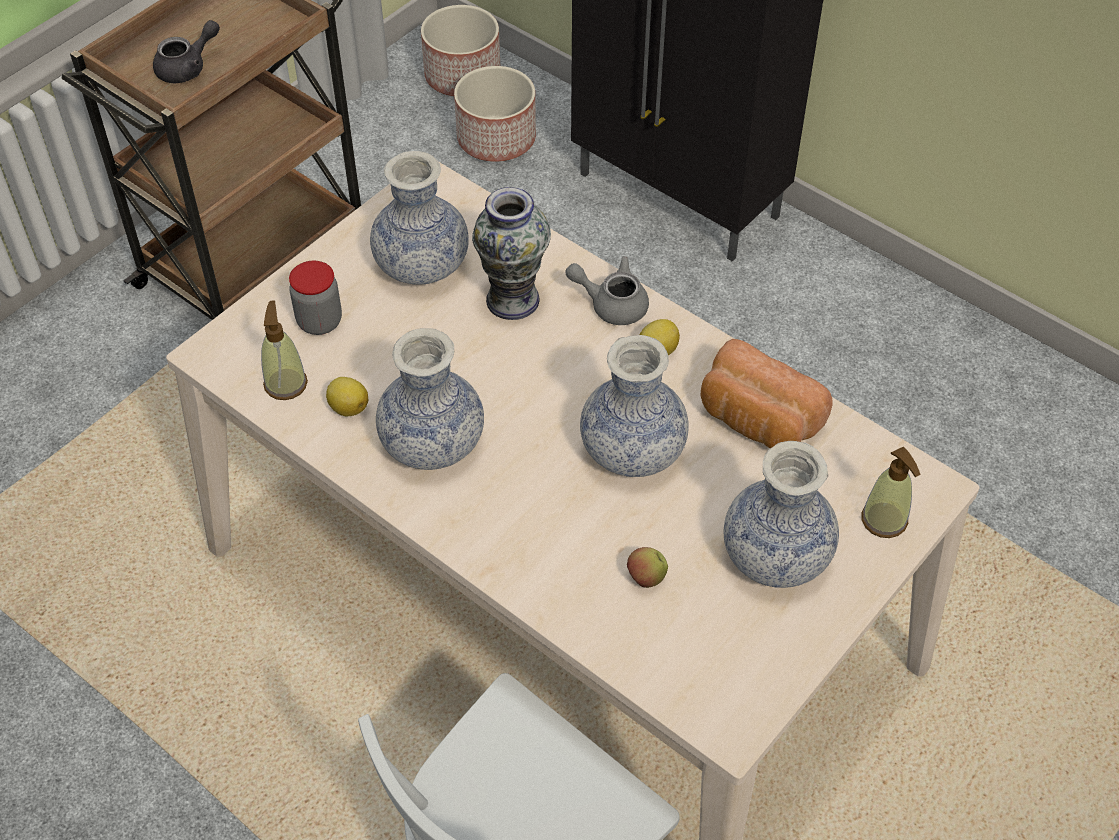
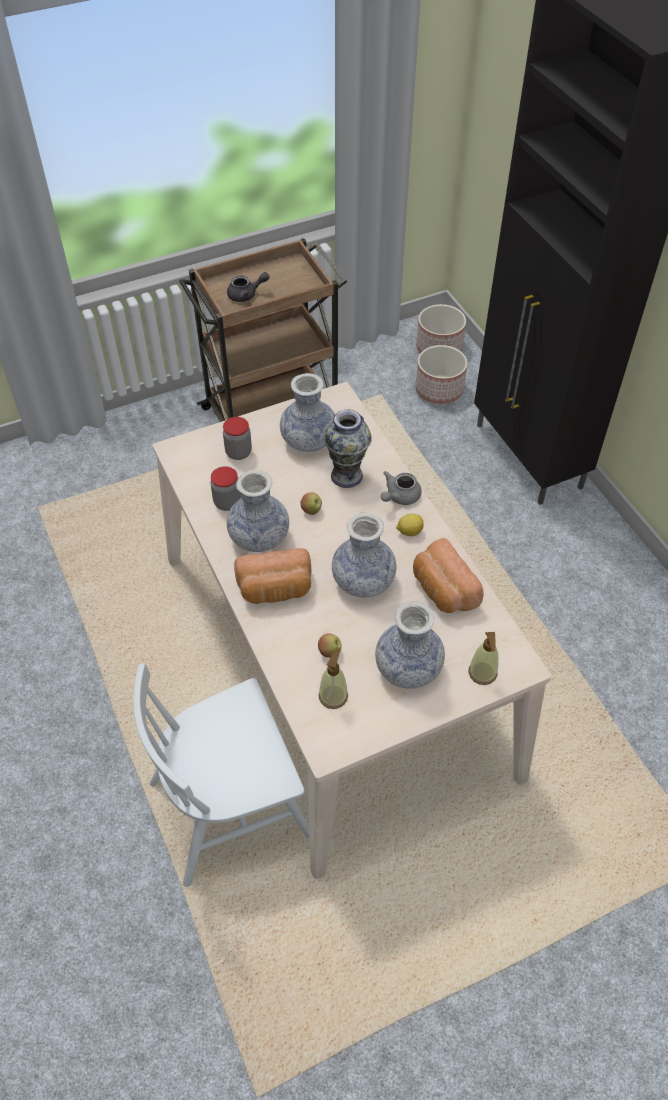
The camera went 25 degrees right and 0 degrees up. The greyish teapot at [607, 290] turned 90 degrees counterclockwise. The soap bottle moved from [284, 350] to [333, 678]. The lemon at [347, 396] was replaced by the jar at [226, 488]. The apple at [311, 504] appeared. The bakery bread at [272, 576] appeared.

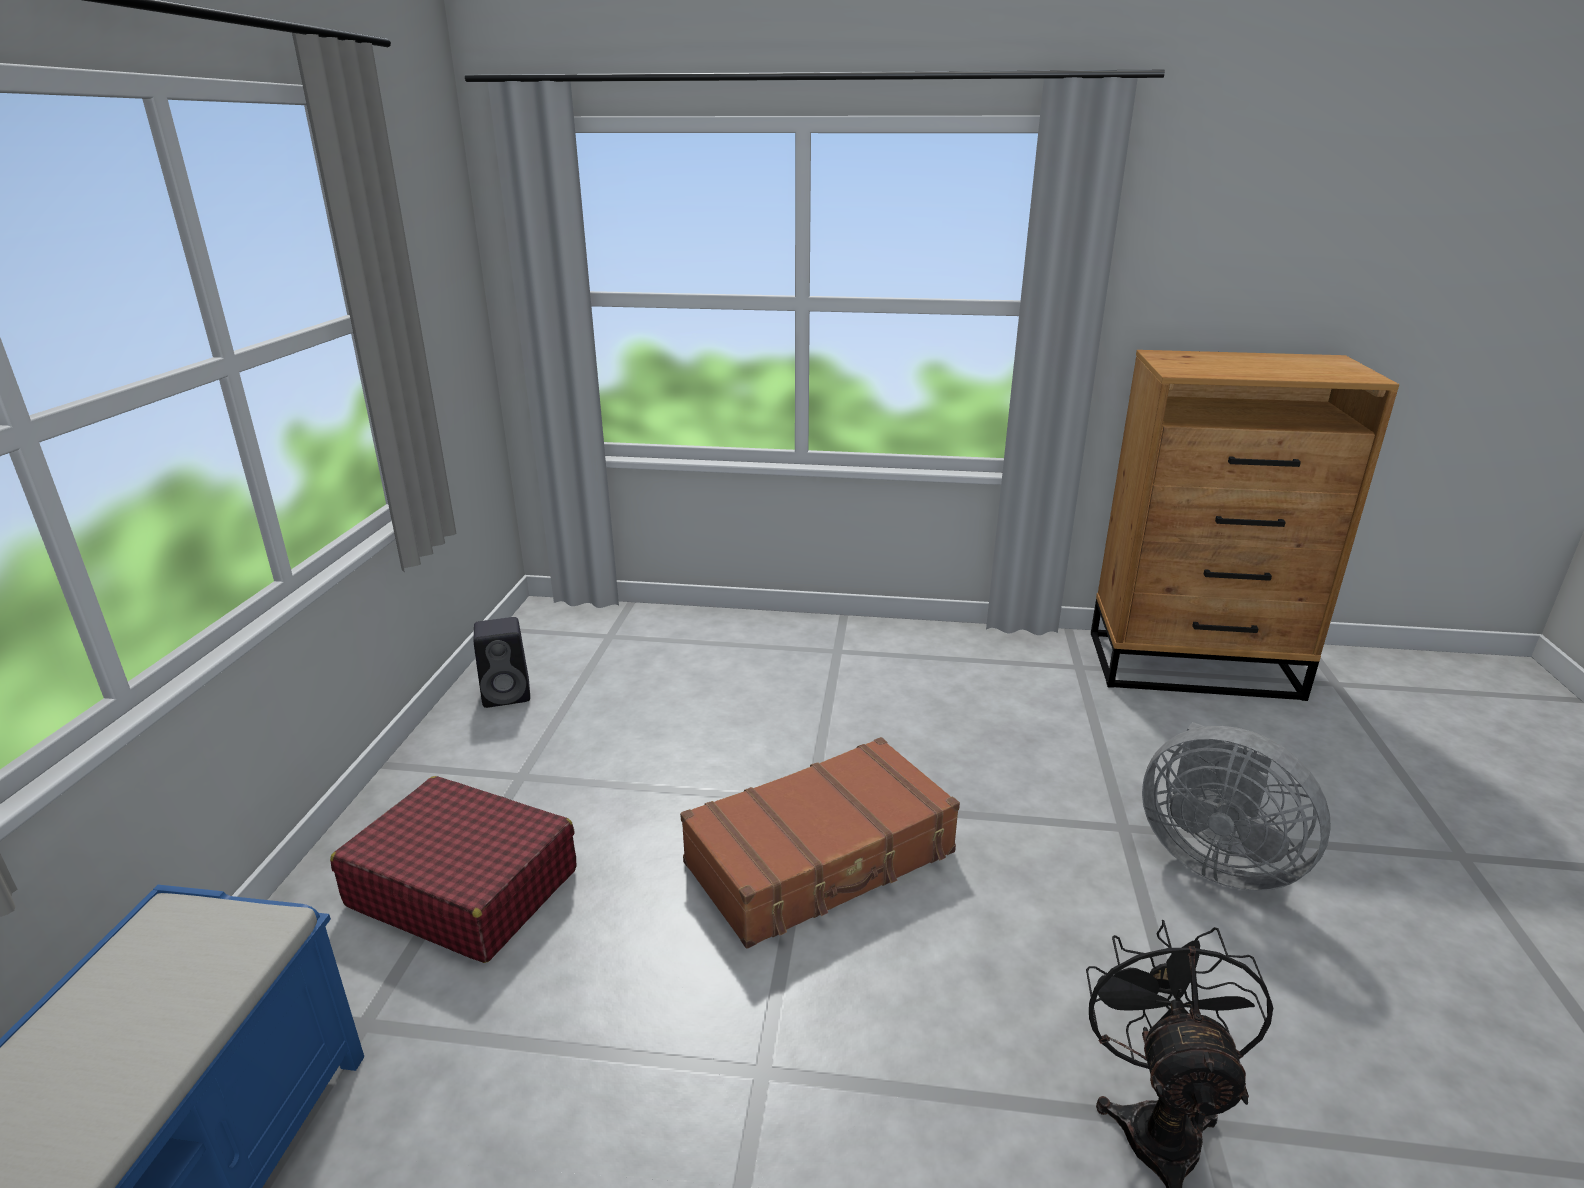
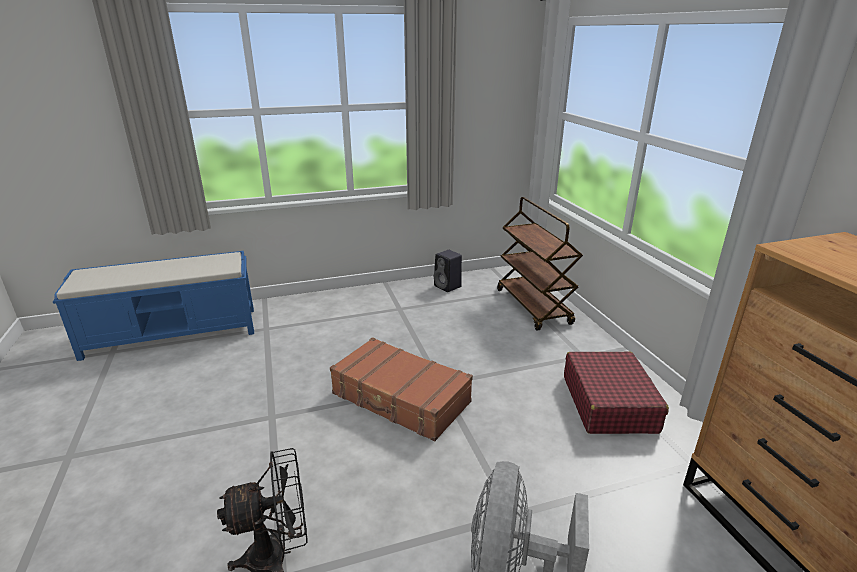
The camera went 65 degrees right and 0 degrees up. The red suitcase moved from [453, 869] to [616, 392]. The brown-coloured trolley at [540, 264] appeared.

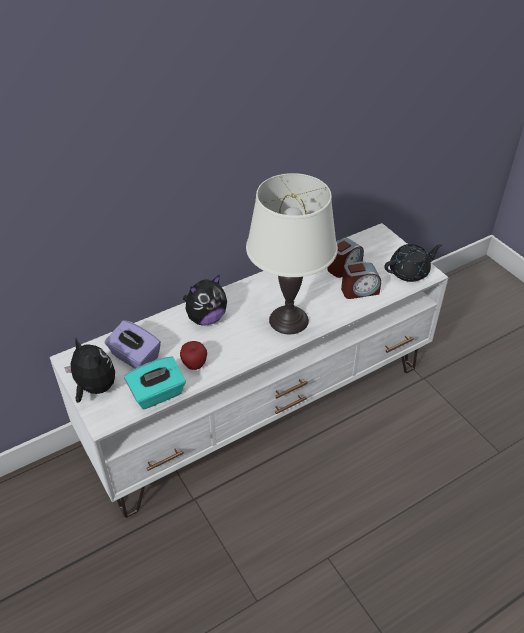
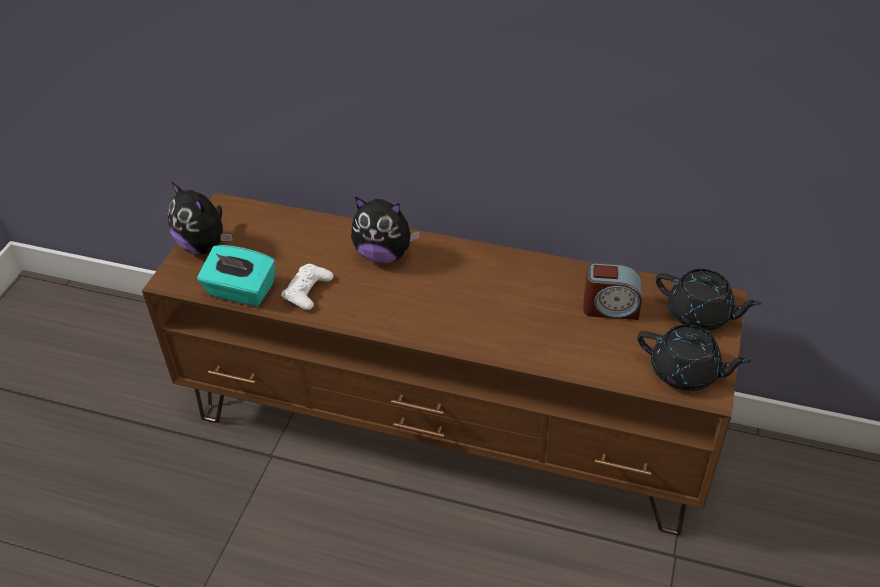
The camera went 50 degrees right and 0 degrees up. The whitish tabletop lamp at [292, 253] disappeared. The whitish tv unit at [249, 370] became the brown-coloured tv unit at [444, 364]. The table clock at [361, 280] disappeared. The purplish box of tissues at [132, 344] disappeared. The plush toy at [89, 370] turned 135 degrees clockwise. The apple at [193, 355] was replaced by the whitish gamepad at [307, 287]. The black-coloured teapot at [709, 299] appeared.

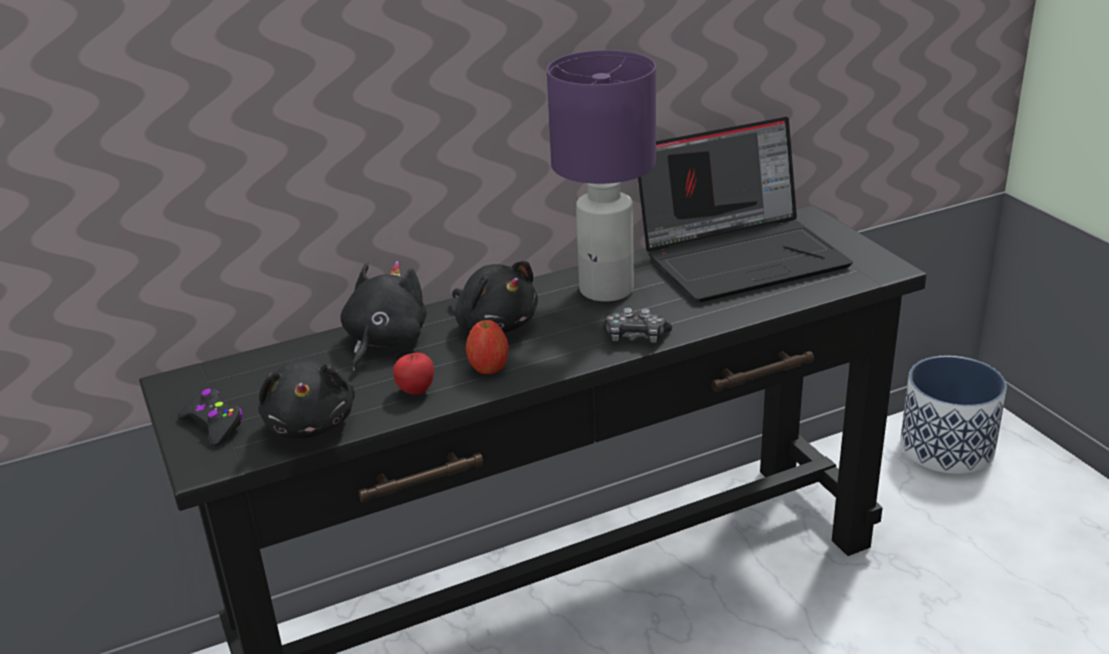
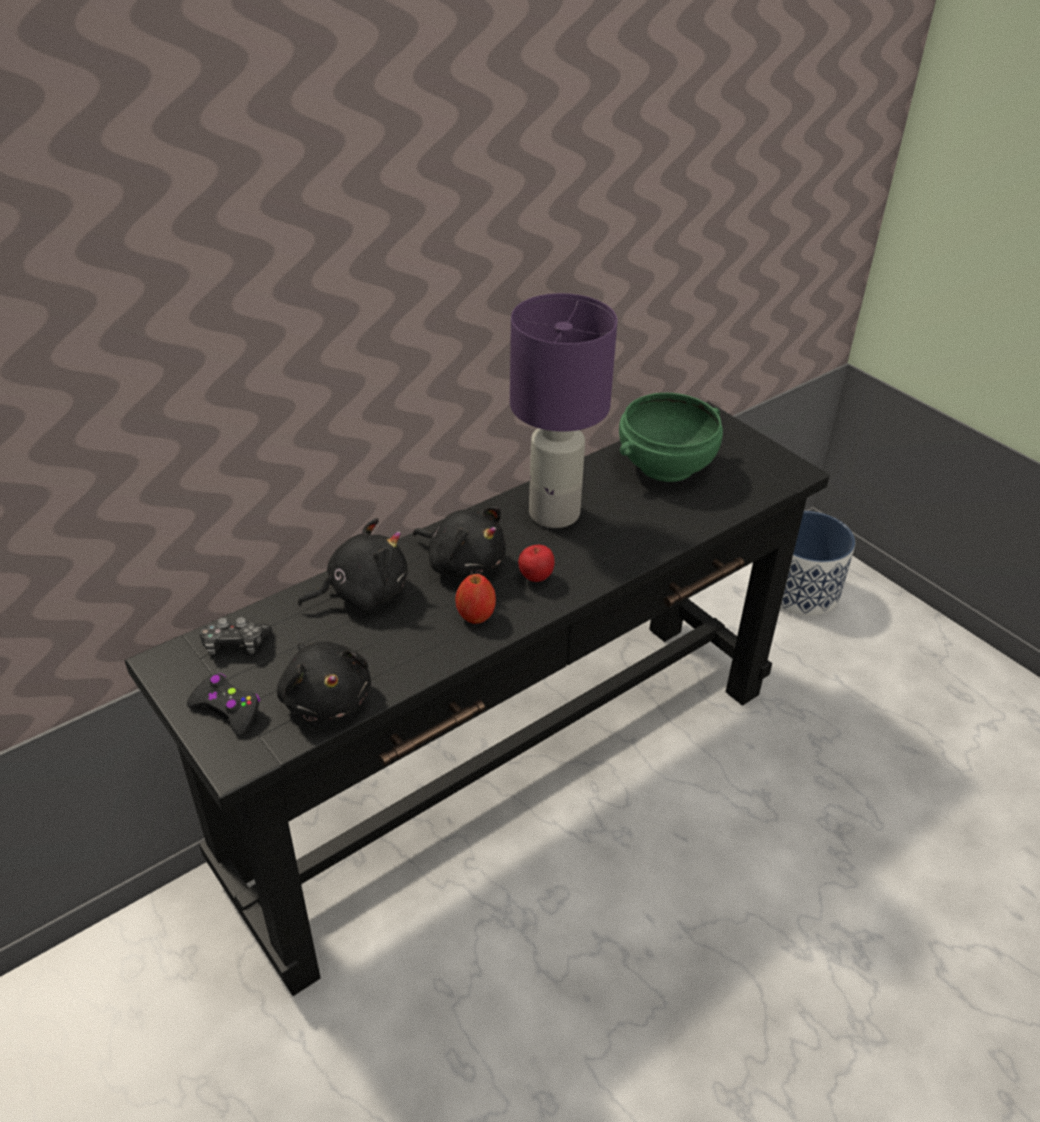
The camera went 15 degrees left and 10 degrees up. The portable computer at [745, 209] was replaced by the greenish serving bowl at [671, 437]. The black-coloured plush toy at [383, 316] turned 60 degrees clockwise. The gamepad moved from [637, 325] to [236, 636]. The apple moved from [413, 374] to [536, 563].

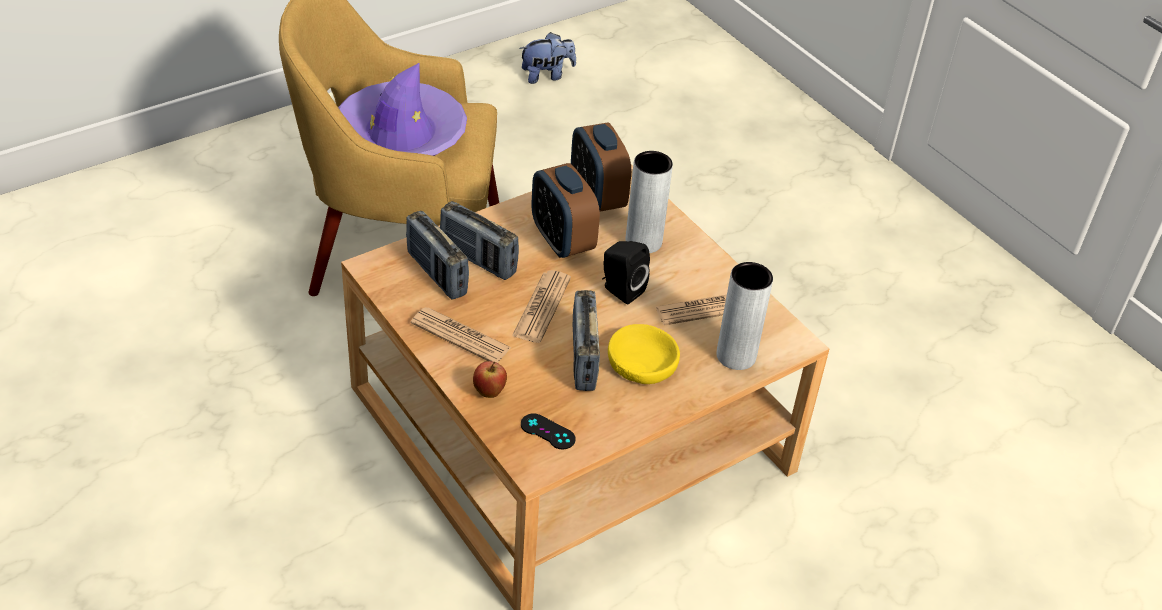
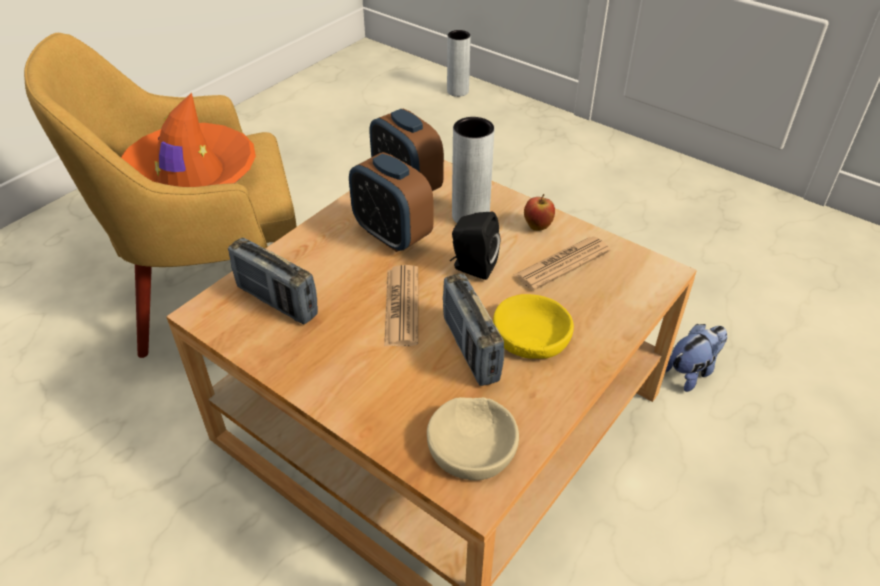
The camera went 15 degrees left and 0 degrees up. The plush toy moved from [547, 58] to [696, 358]. The purplish wearable hat at [402, 109] became the orange wearable hat at [188, 140]. The radio set at [479, 240] disappeared. The greyish decorative vase moved from [744, 316] to [459, 63]. The daily paper at [461, 335] disappeared. The apple moved from [490, 379] to [539, 212]. The black-coloured gamepad at [548, 431] was replaced by the beige-coloured serving bowl at [473, 438].

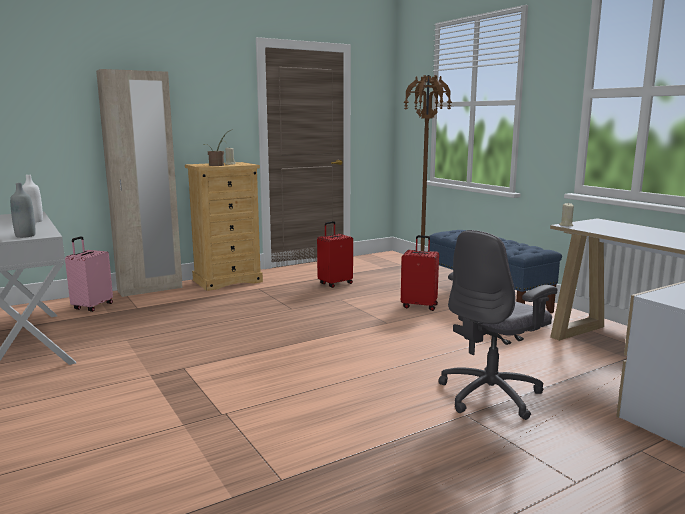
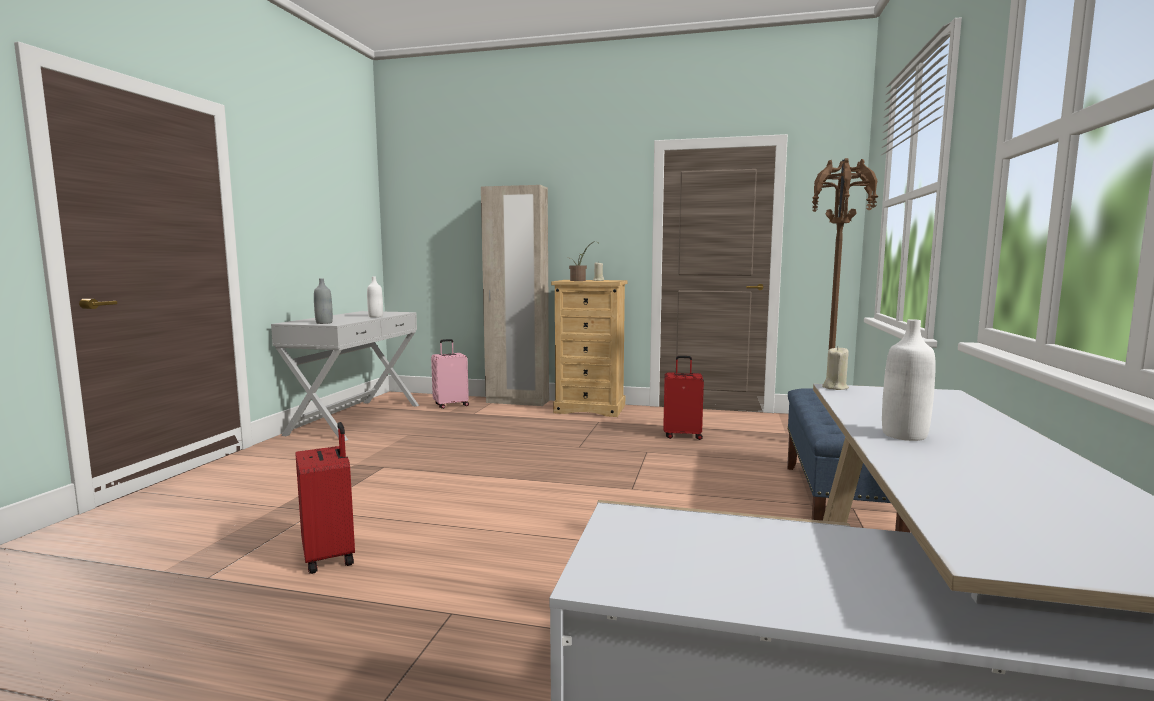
The camera went 45 degrees right and 5 degrees down. The greyish computer chair at [497, 325] disappeared. The red suitcase moved from [420, 273] to [325, 498]. The whitish bottle at [909, 380] appeared.

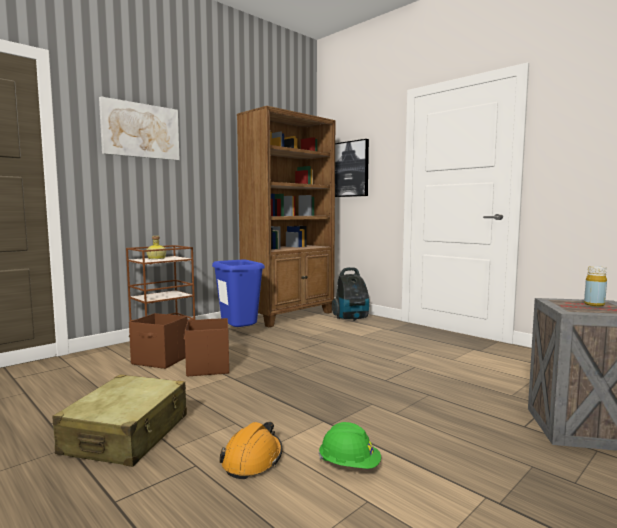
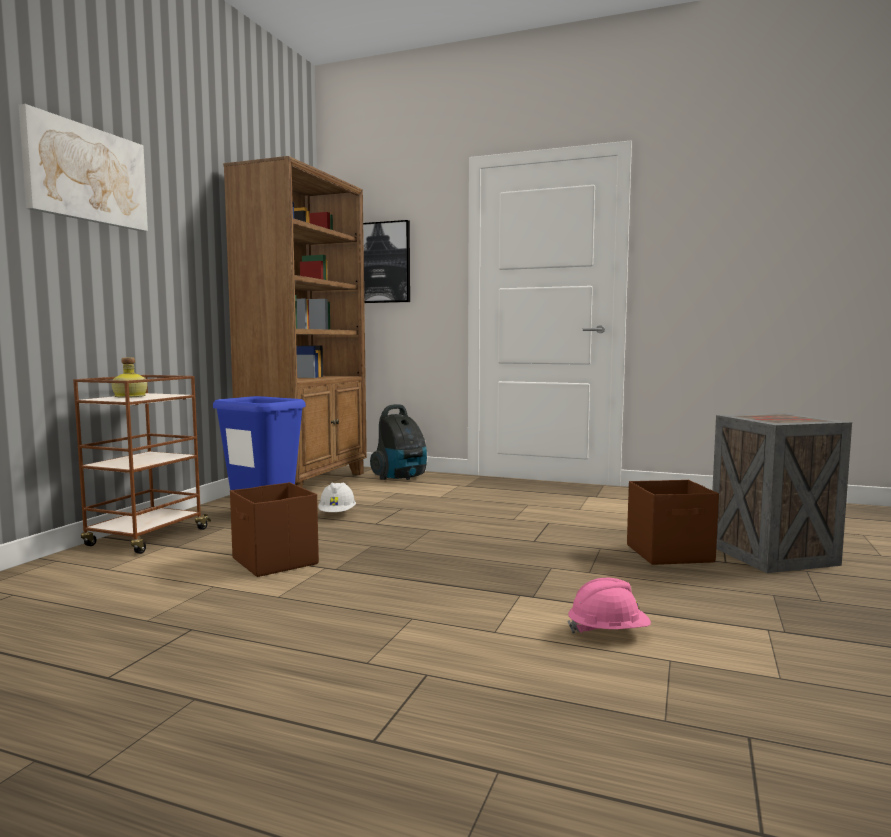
The camera went 25 degrees left and 0 degrees up. The yellow-coloured bottle at [595, 286] disappeared. The brown-coloured storage container moved from [158, 341] to [673, 522]. The beige-coloured suitcase at [120, 421] disappeared. The orange safety helmet at [251, 450] disappeared. The greenish safety helmet at [349, 445] became the pink-coloured safety helmet at [609, 605]. The whitish safety helmet at [337, 497] appeared.

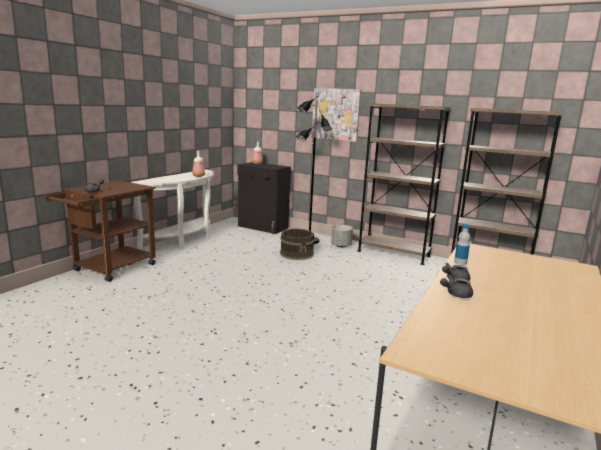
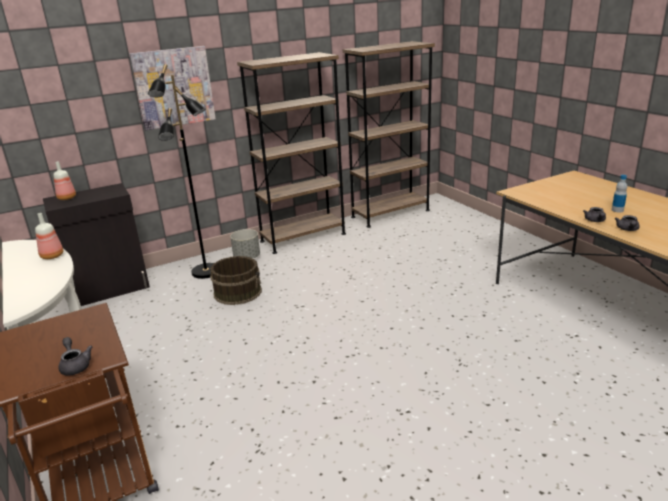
The camera went 55 degrees left and 10 degrees up. The bottle moved from [462, 244] to [619, 194].

